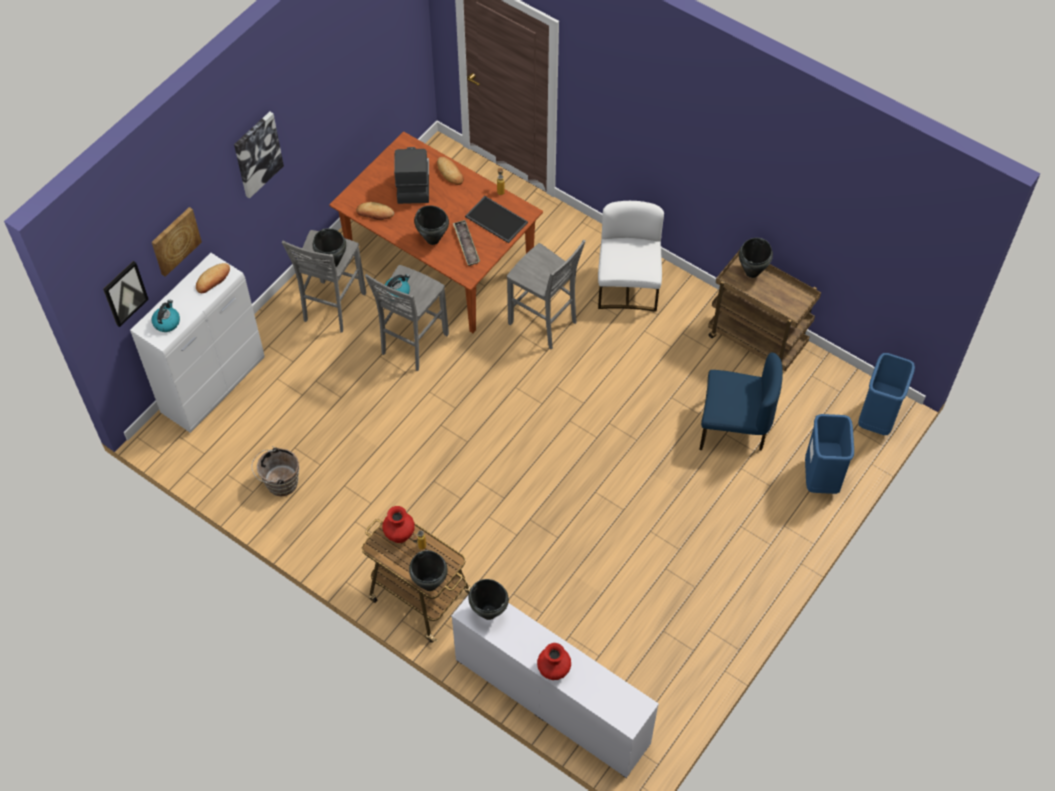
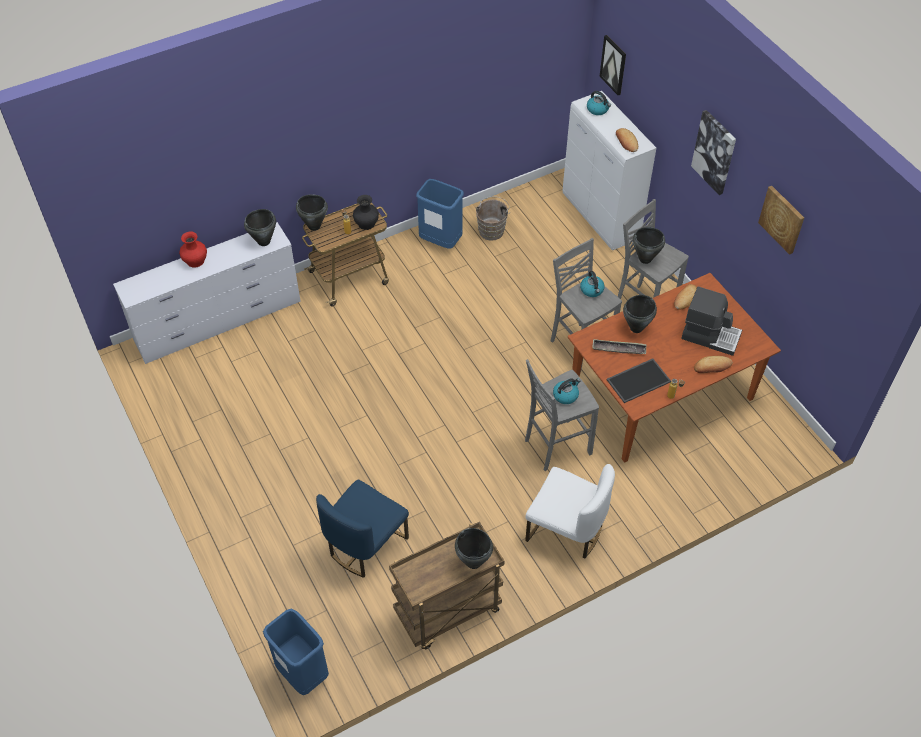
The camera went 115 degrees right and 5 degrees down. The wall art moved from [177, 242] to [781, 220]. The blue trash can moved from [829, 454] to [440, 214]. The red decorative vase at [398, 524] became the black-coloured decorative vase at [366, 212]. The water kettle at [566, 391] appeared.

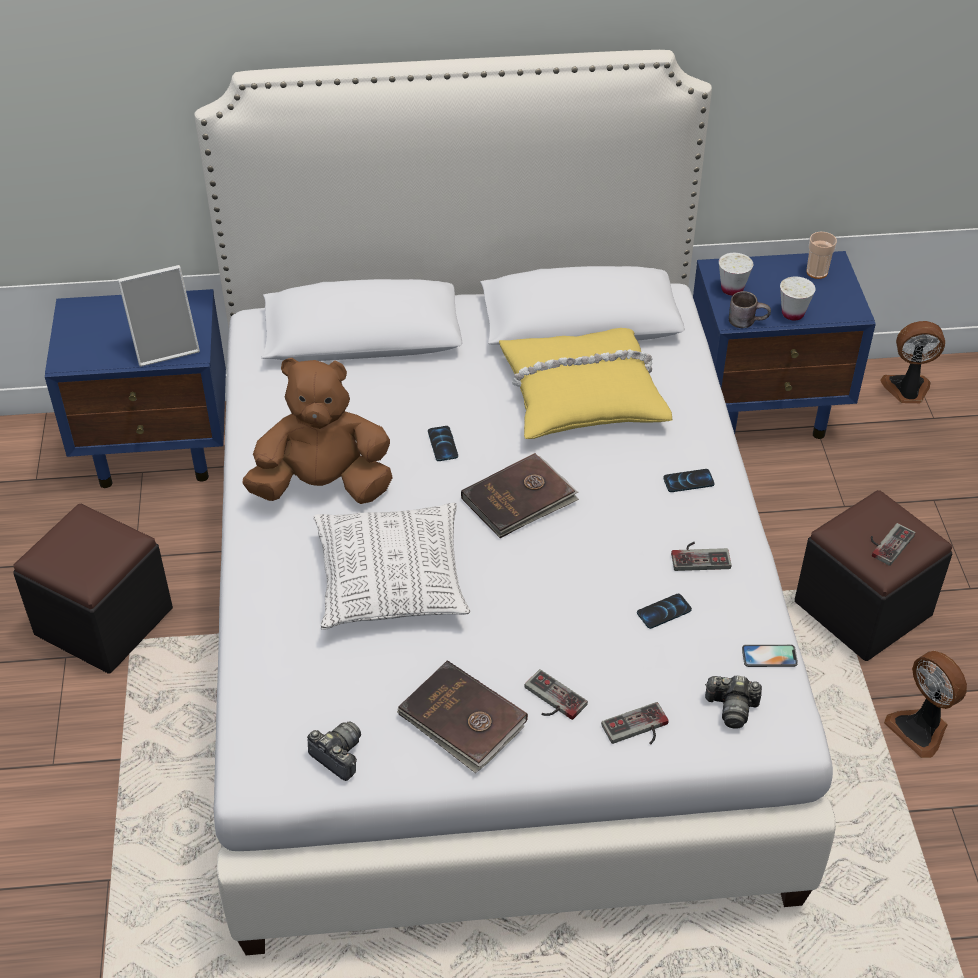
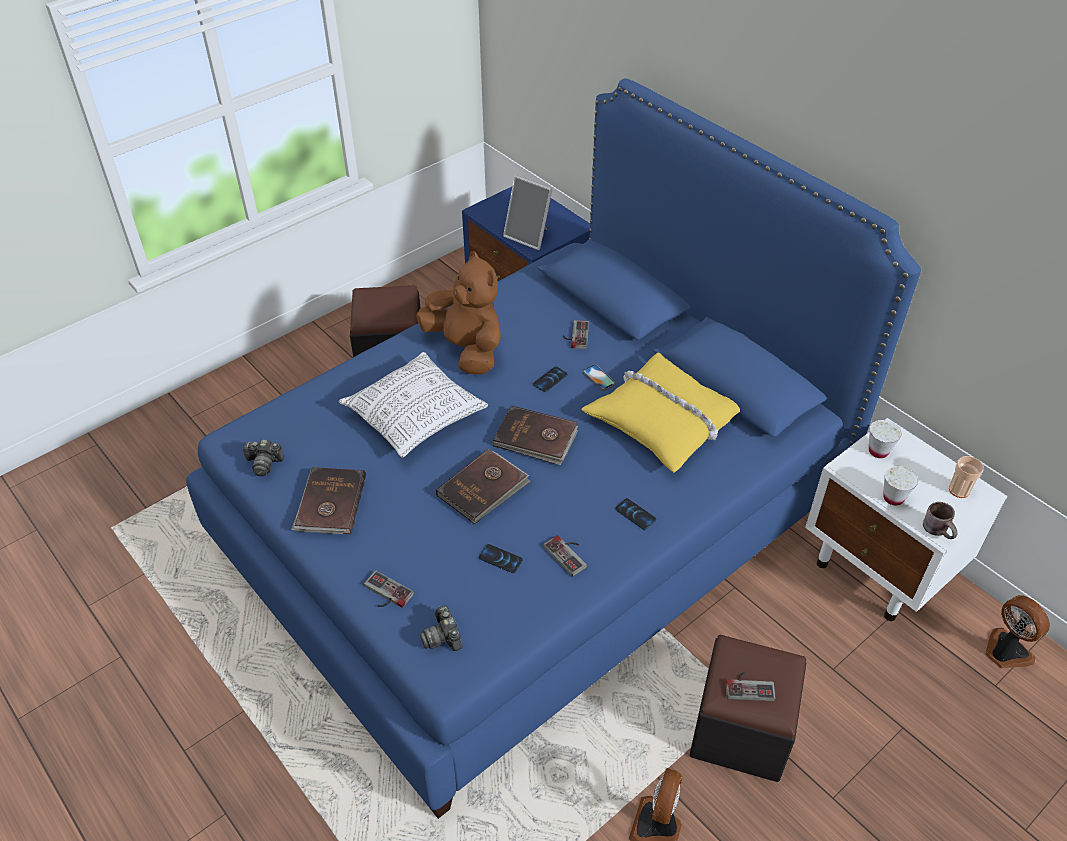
The camera went 55 degrees right and 0 degrees up. The whitish bed at [515, 502] became the blue bed at [553, 448]. The blue nightstand at [784, 345] became the whitish nightstand at [906, 519]. The brown-coloured tea mug moved from [750, 309] to [940, 520]. The telephone moved from [770, 655] to [599, 377]. The gamepad moved from [556, 694] to [576, 334]. The photo camera at [334, 751] turned 90 degrees clockwise. The brown-coloured bound book at [483, 486] appeared.

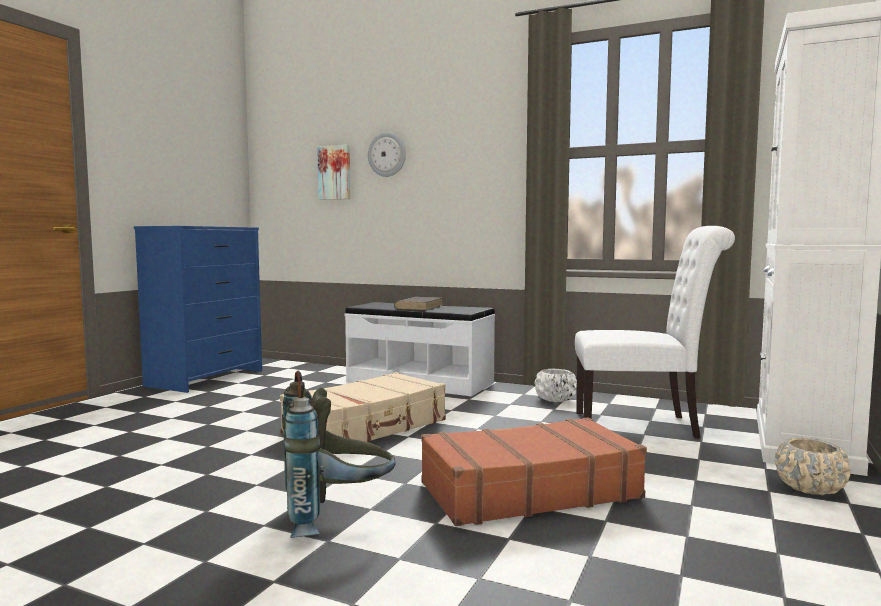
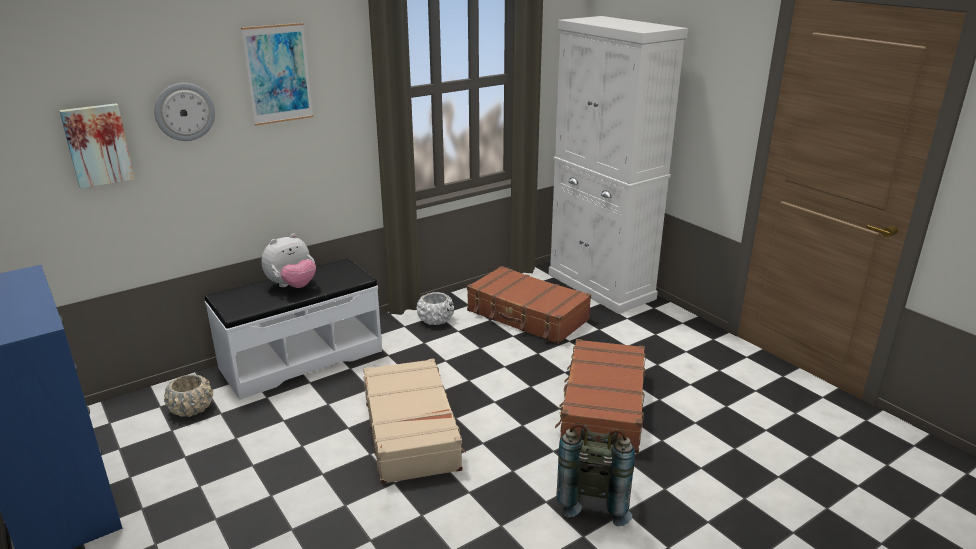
The camera went 60 degrees left and 20 degrees up. The whitish upright chair at [655, 332] was replaced by the brown-coloured suitcase at [529, 305]. The brown-coloured bound book at [418, 303] was replaced by the plush toy at [288, 260]. The beige-coloured flower pot moved from [813, 466] to [188, 395]. The wall art at [277, 74] appeared.

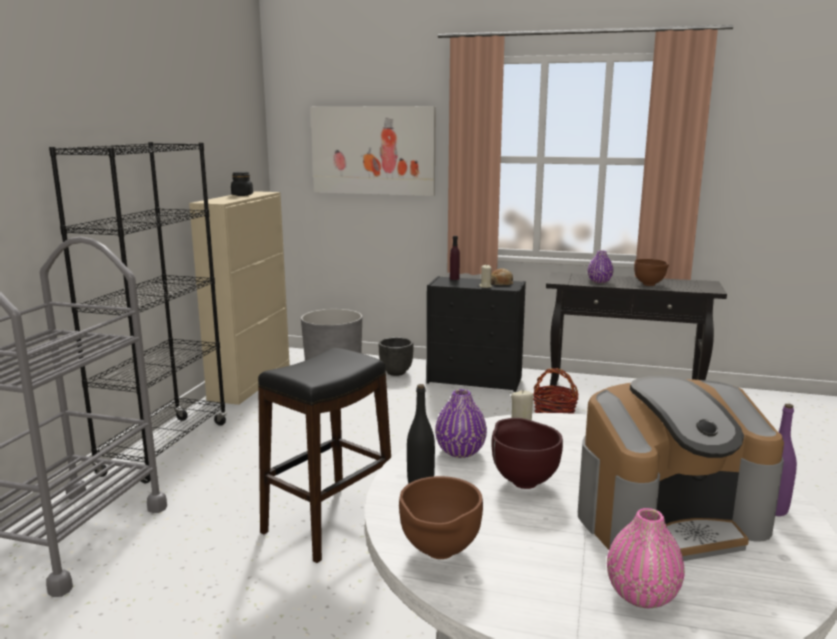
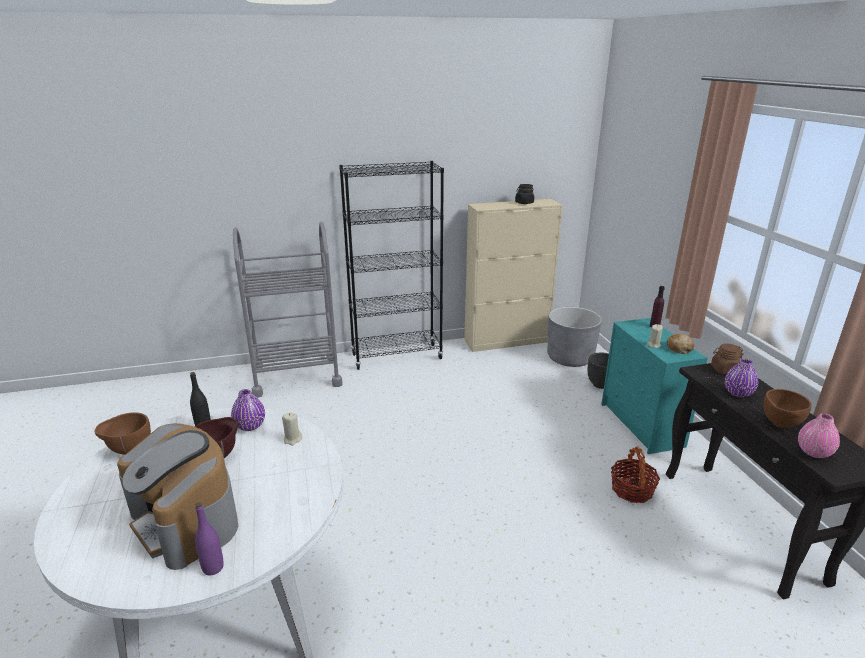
The camera went 60 degrees right and 10 degrees up. The wall art at [373, 151] disappeared. The black-coloured dresser at [476, 334] became the turquoise dresser at [654, 386]. The black-coloured sitting stool at [324, 455] disappeared. The pink-coloured decorative vase moved from [646, 558] to [819, 435]. The brown-coloured jar at [727, 358] appeared.

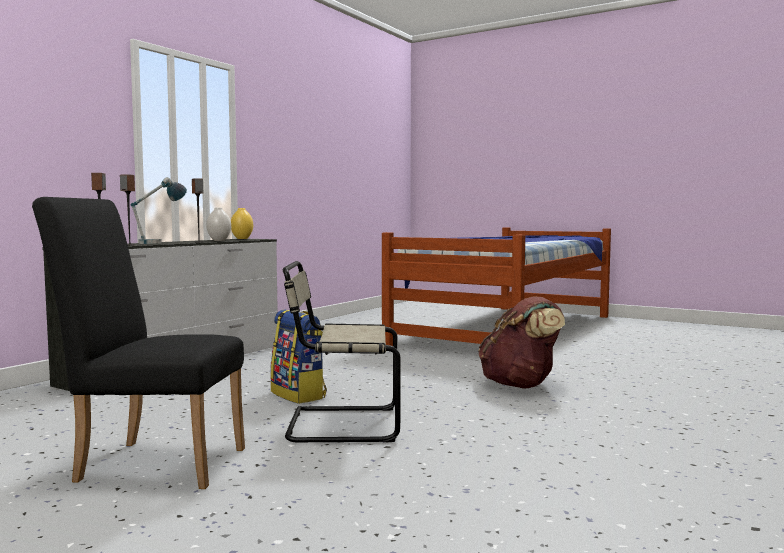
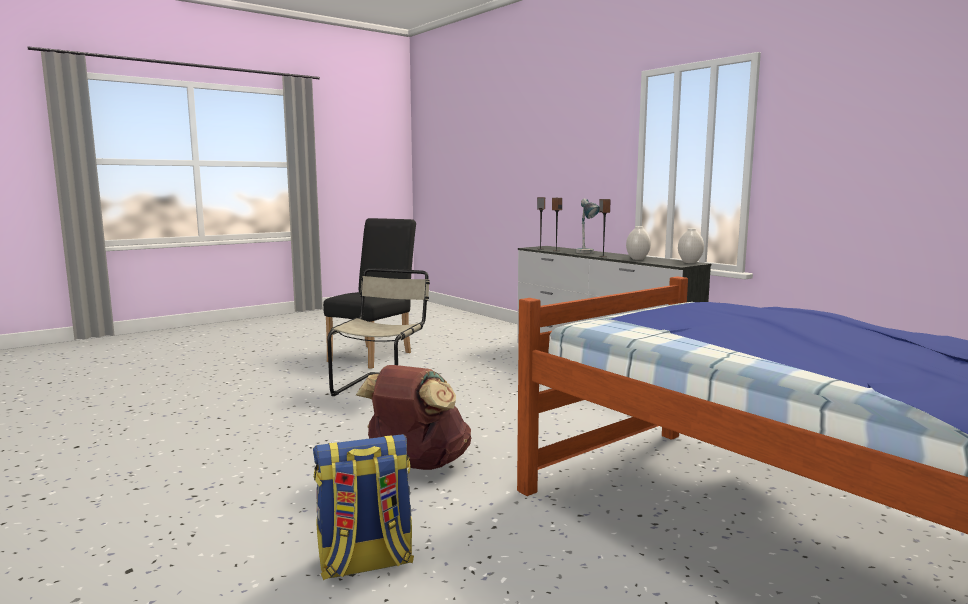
The camera went 110 degrees right and 5 degrees up. The yellow-coloured decorative vase at [242, 223] became the whitish decorative vase at [691, 245]. The knapsack moved from [298, 357] to [363, 507].

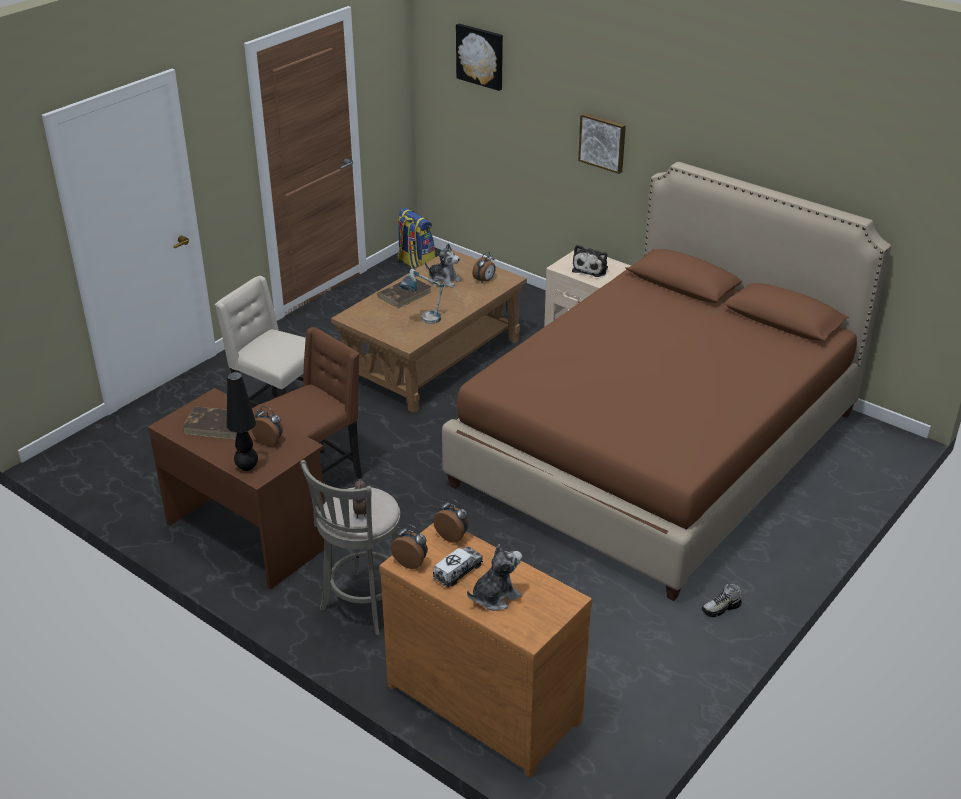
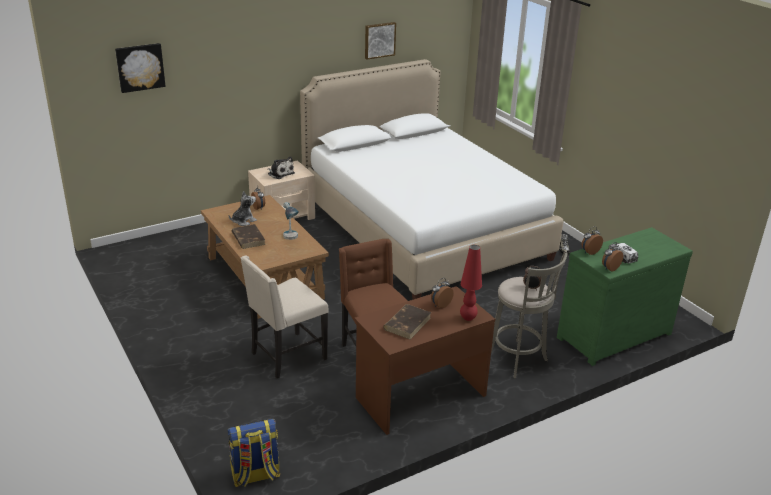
The camera went 70 degrees left and 5 degrees down. The wall art moved from [602, 143] to [380, 41]. The brown-coloured bed at [666, 381] became the whitish bed at [431, 179]. The knapsack moved from [416, 238] to [253, 453]. The black-coloured tabletop lamp at [242, 421] became the red tabletop lamp at [471, 283]. The brown-coloured dresser at [485, 650] became the greenish dresser at [625, 296]. The plush toy at [494, 577] disappeared.

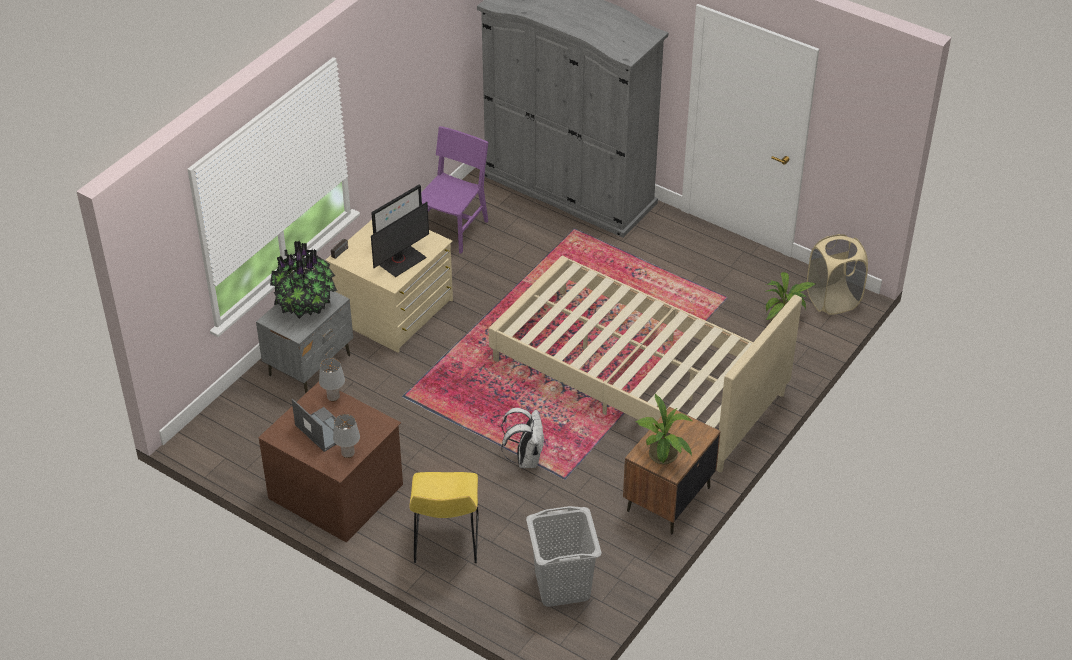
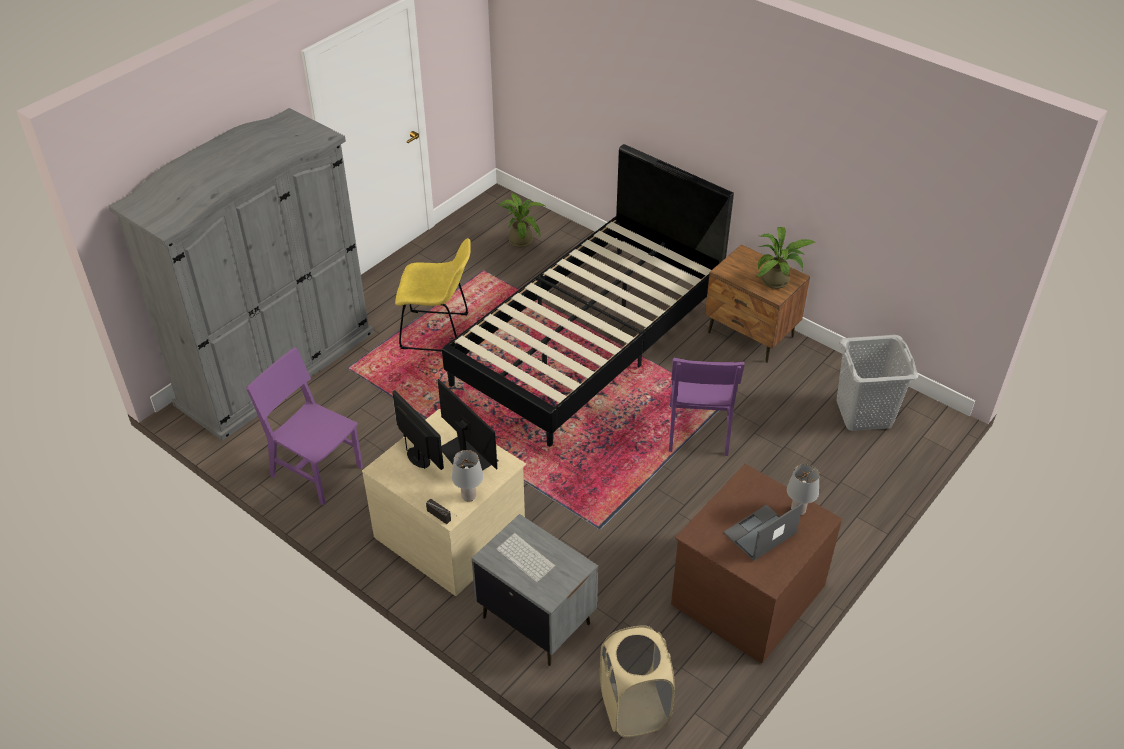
The camera went 85 degrees left and 0 degrees up. The beige-coloured hamper moved from [837, 274] to [637, 681]. The potted plant at [303, 280] was replaced by the keyboard at [526, 558]. The beige-coloured bed at [645, 364] became the black-coloured bed at [588, 295]. The greyish tabletop lamp moved from [332, 380] to [467, 476]. The whitish knapsack at [522, 438] was replaced by the purplish upright chair at [707, 407]. The yellow-coloured upright chair moved from [444, 517] to [433, 294].

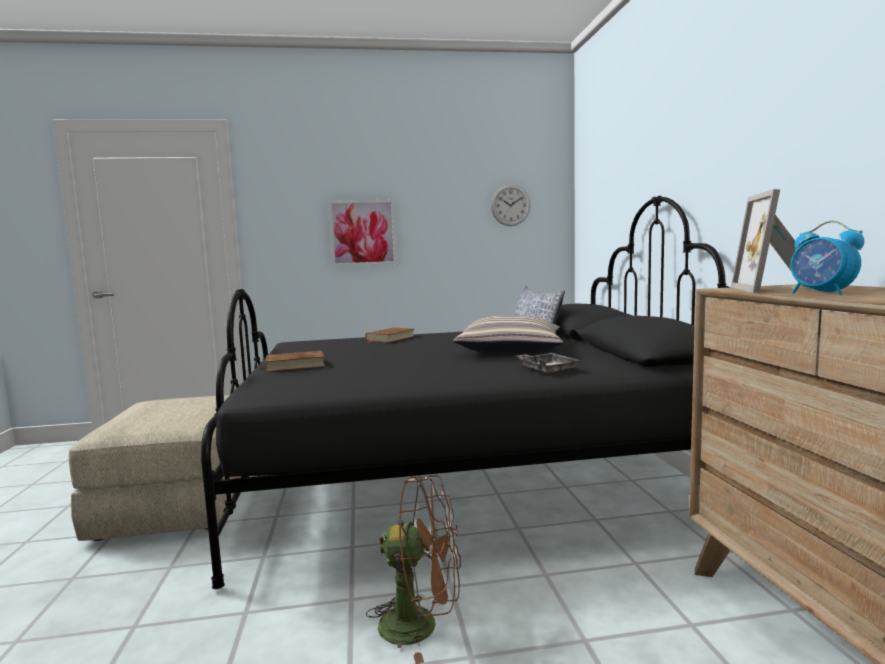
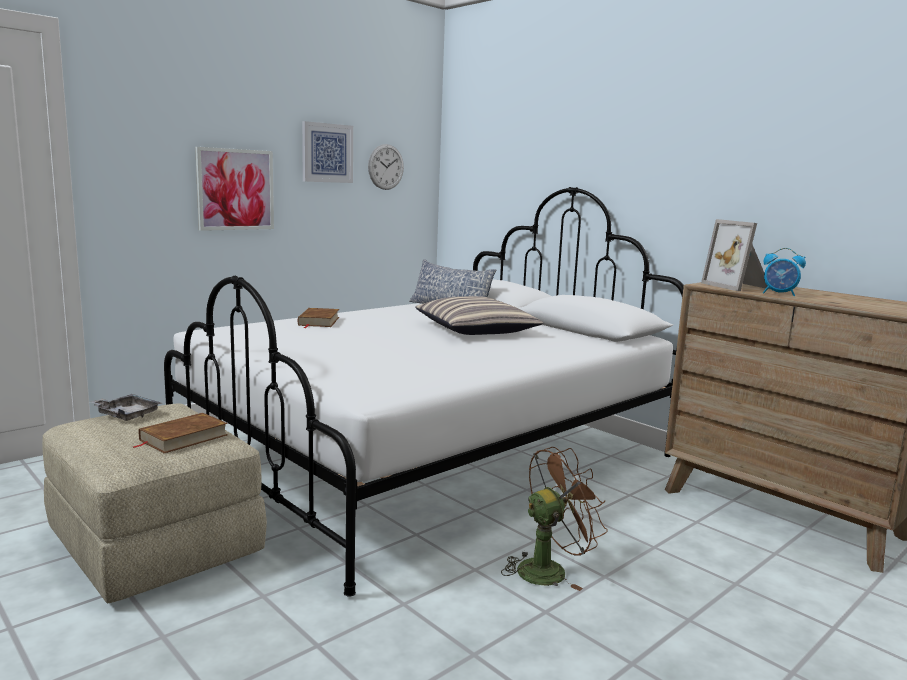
The camera went 35 degrees left and 5 degrees up. The black-coloured bed at [466, 392] became the whitish bed at [424, 392]. The brown-coloured bound book moved from [291, 361] to [180, 433]. The greyish tray moved from [548, 363] to [125, 407]. The wall art at [327, 152] appeared.

